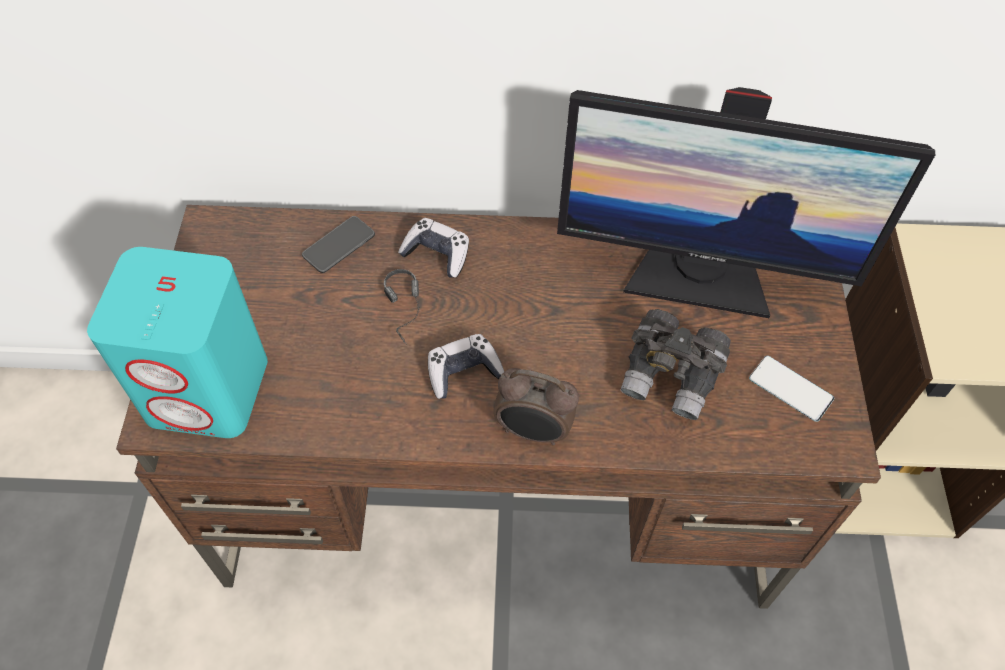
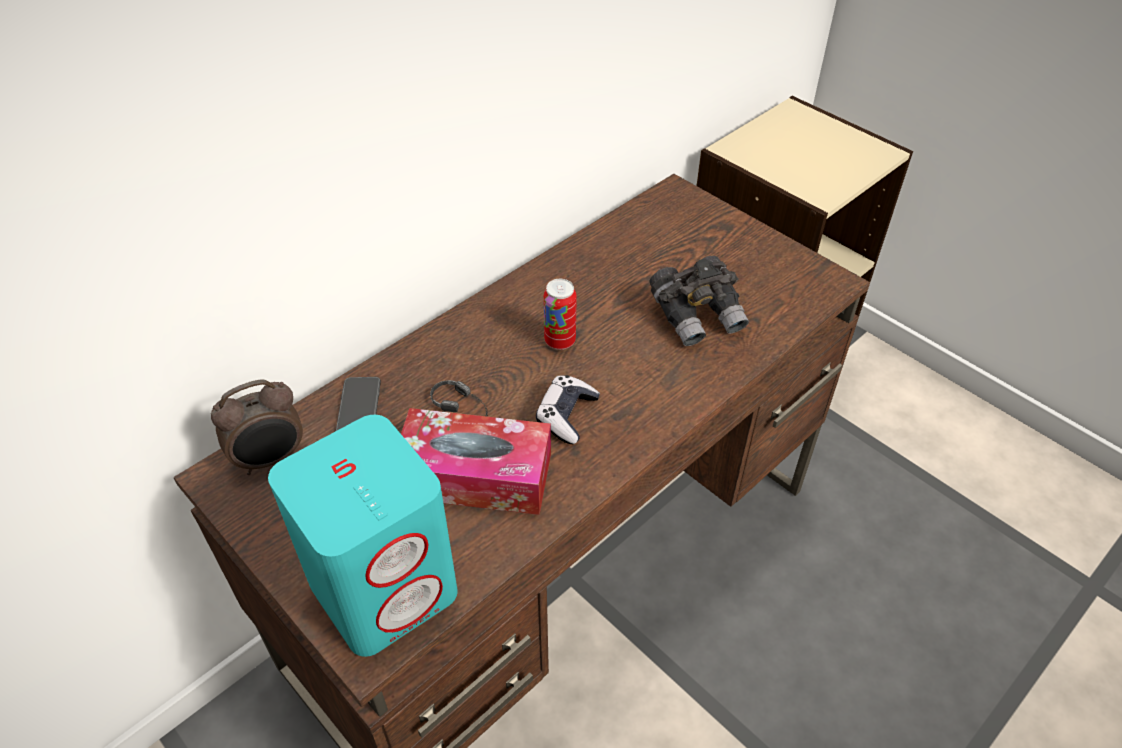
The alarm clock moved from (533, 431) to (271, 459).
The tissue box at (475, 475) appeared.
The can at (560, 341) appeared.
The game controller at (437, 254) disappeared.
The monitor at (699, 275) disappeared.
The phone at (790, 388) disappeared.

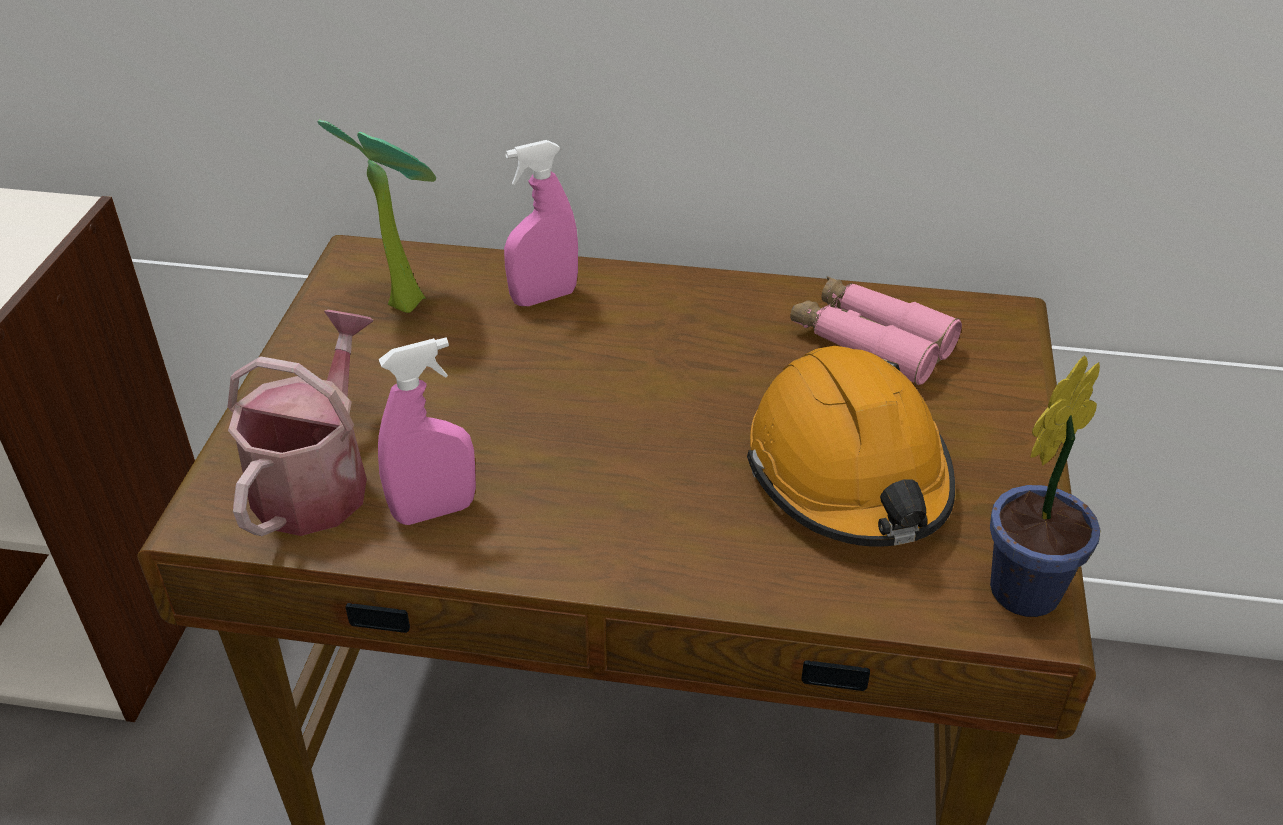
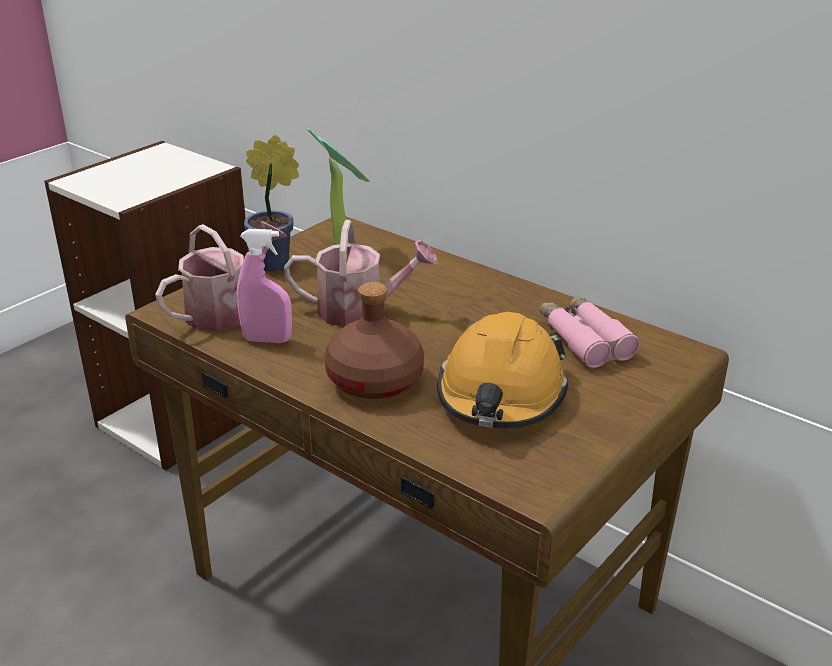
The potted plant moved from (1030, 586) to (277, 263).
The watering can at (360, 311) appeared.
The bottle (brown) at (375, 379) appeared.
The spray bottle (pink) at (544, 297) disappeared.

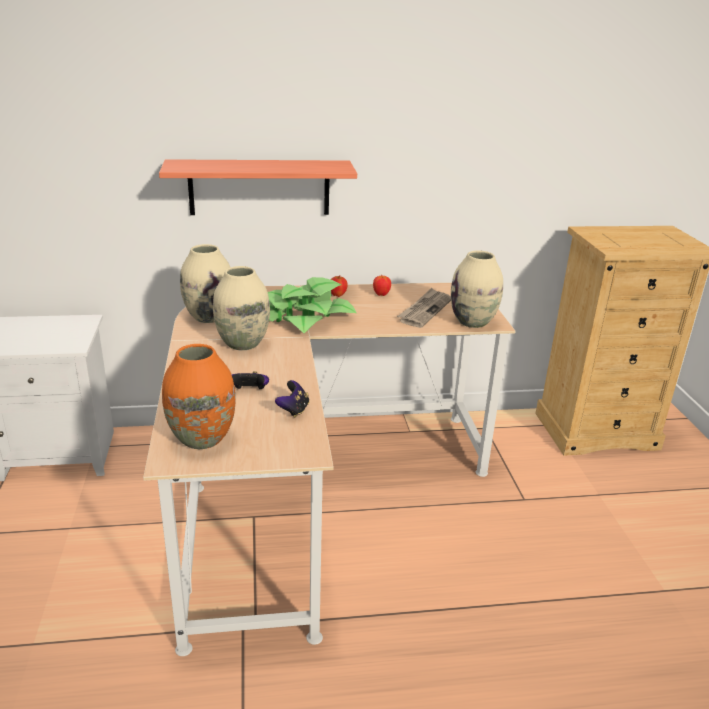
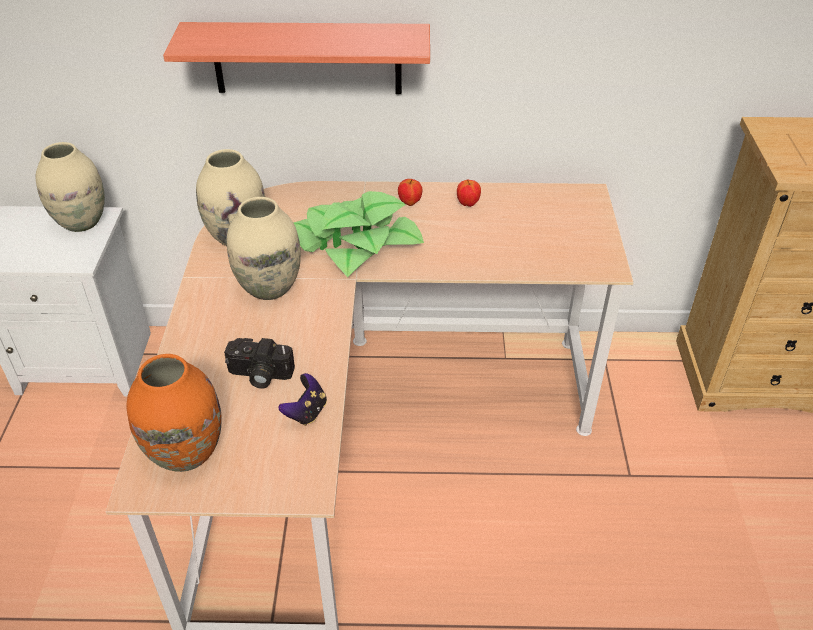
The vase (beige) moved from (473, 322) to (82, 222).
The game controller at (249, 391) was replaced by the photo camera at (259, 375).
The newspaper at (425, 310) disappeared.

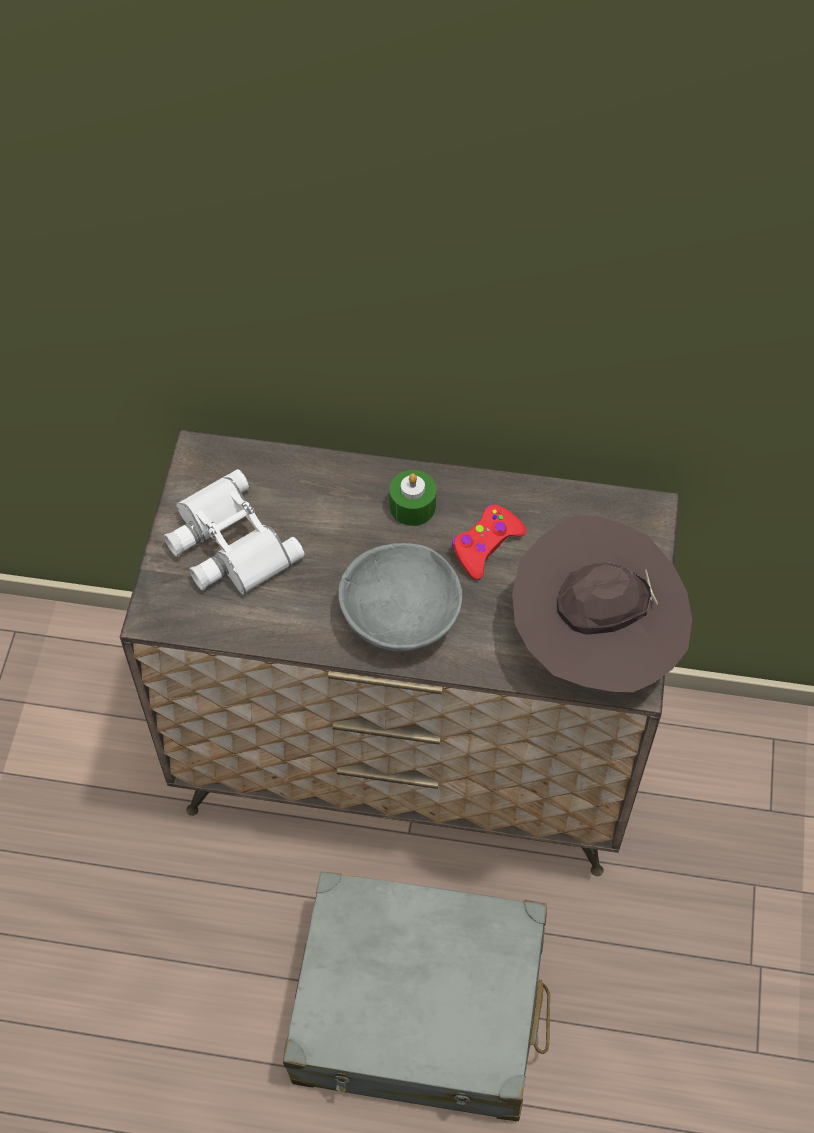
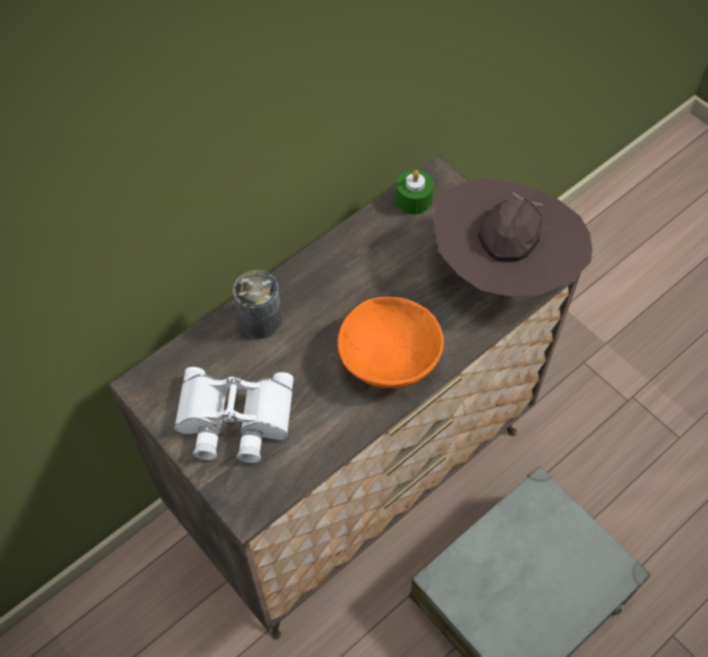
The can at (260, 320) appeared.
The bowl (grey) at (402, 617) became the bowl (orange) at (391, 358).
The candle (green) moved from (412, 506) to (413, 199).
The game controller (red) at (485, 545) disappeared.

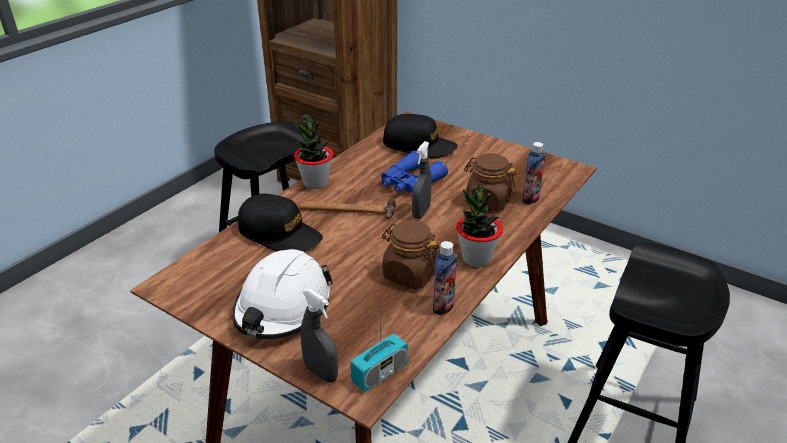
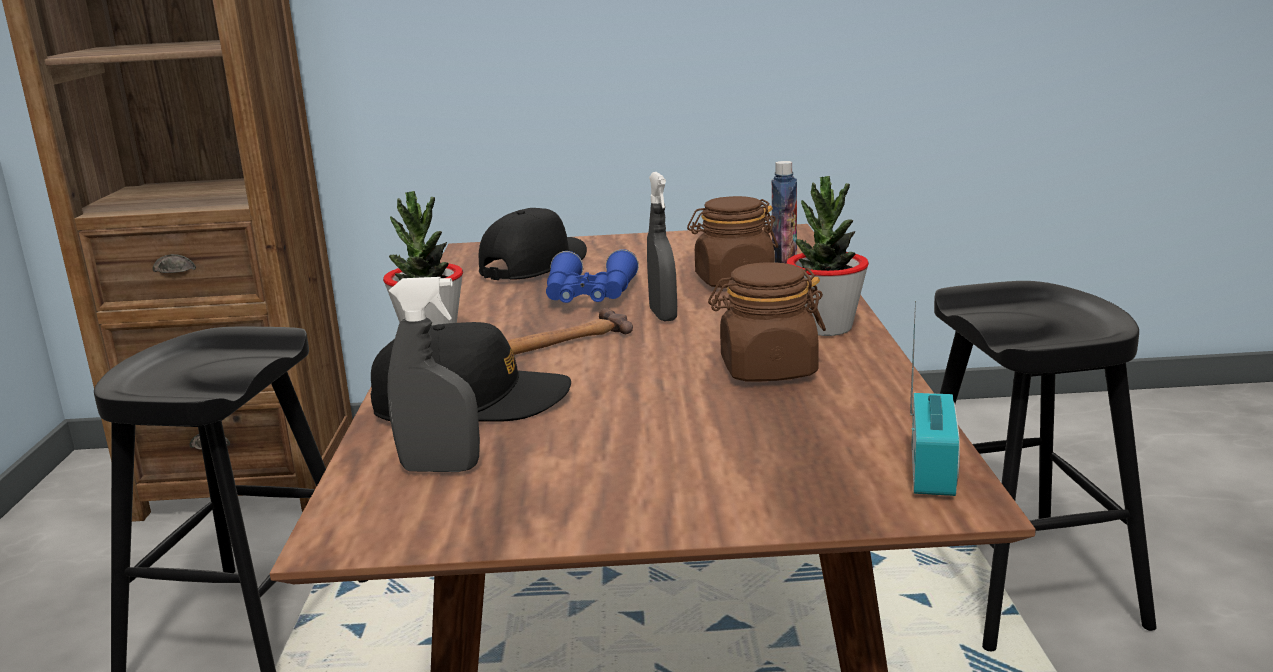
The spray bottle (grey) moved from (321, 372) to (440, 469).
The cap (black) at (419, 146) turned 45 degrees counterclockwise.
The hard hat (white) at (283, 308) disappeared.
The bottle at (443, 306) disappeared.

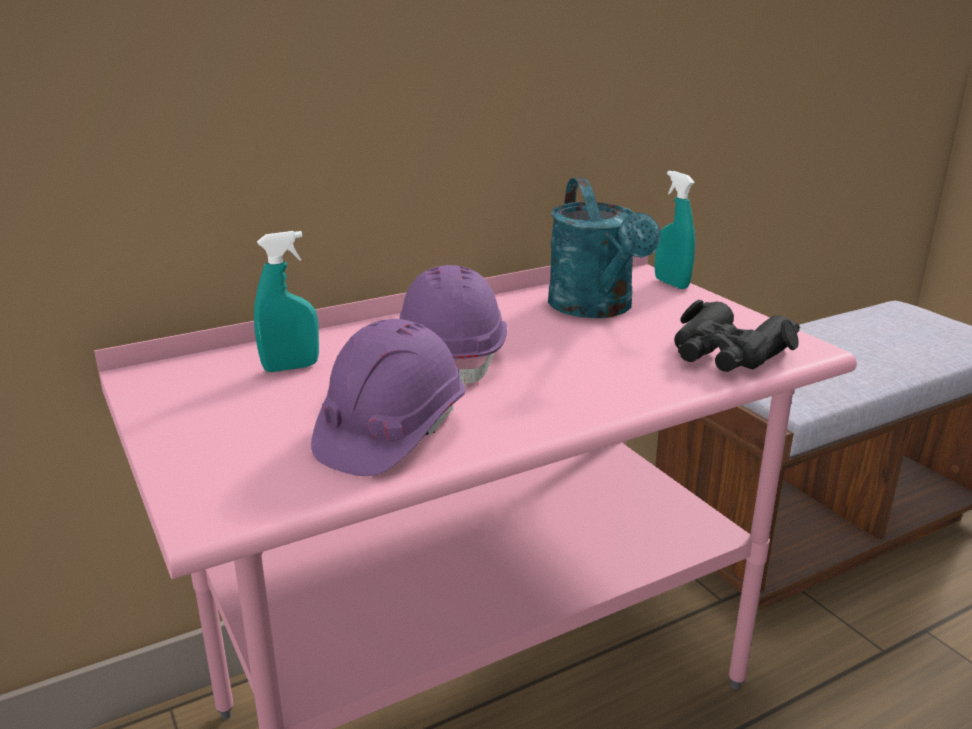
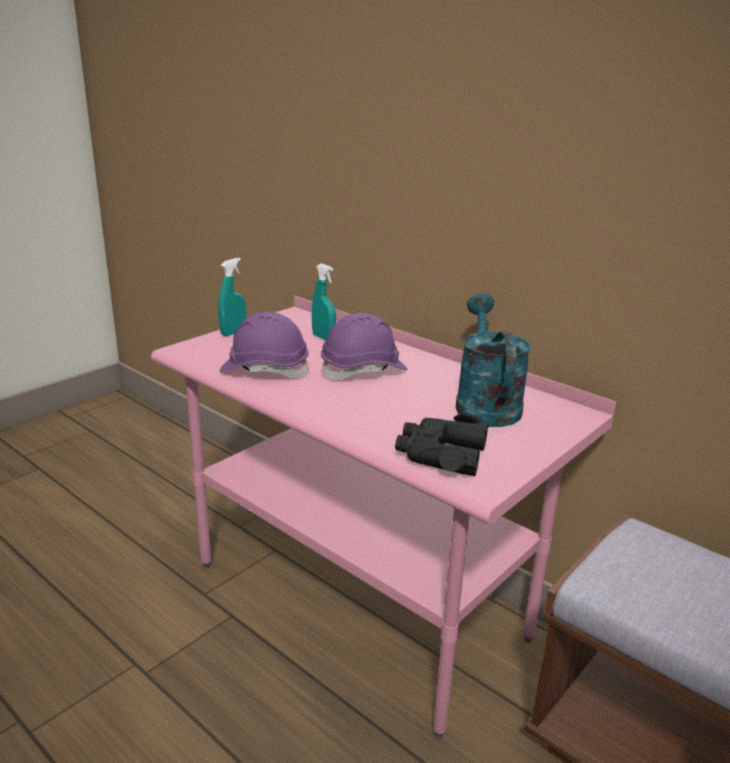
The spray bottle (turquoise) moved from (671, 283) to (233, 332).
The watering can (turquoise) at (596, 308) turned 120 degrees clockwise.

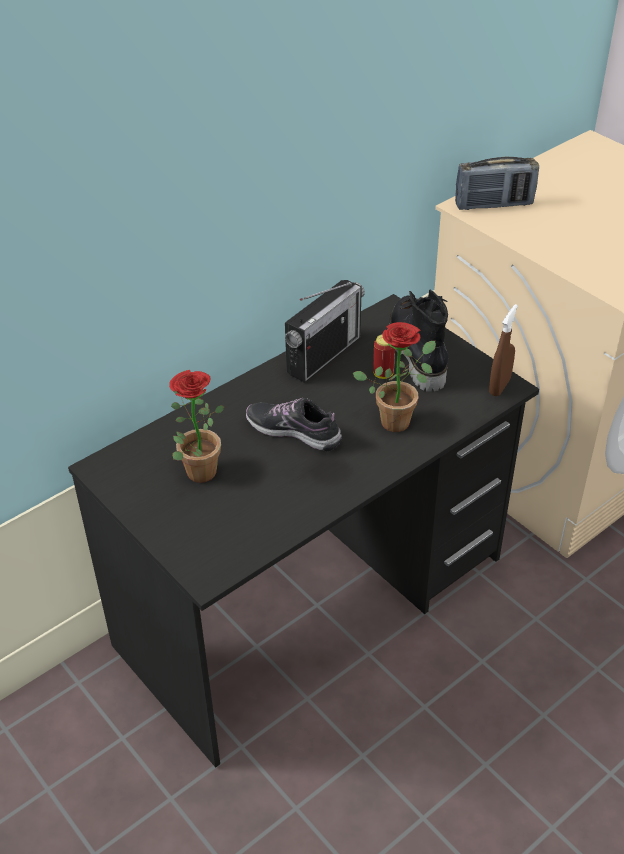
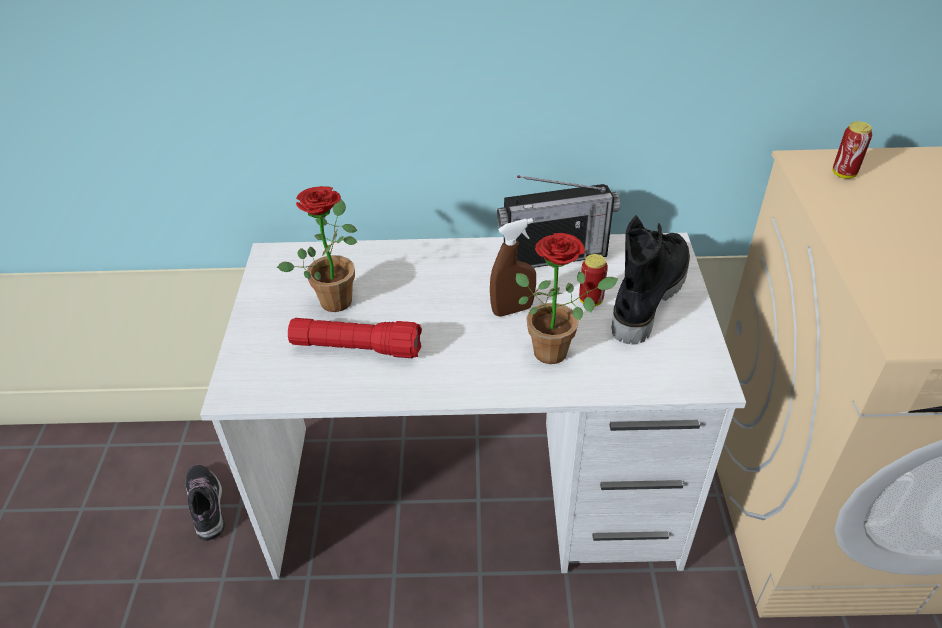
The shoe moved from (294, 431) to (206, 505).
The desk (black) at (313, 602) became the desk (white) at (477, 495).
The flashlight (red) at (356, 348) appeared.
The spray bottle (brown) moved from (499, 386) to (512, 309).
The radio at (494, 204) was replaced by the can at (843, 174).

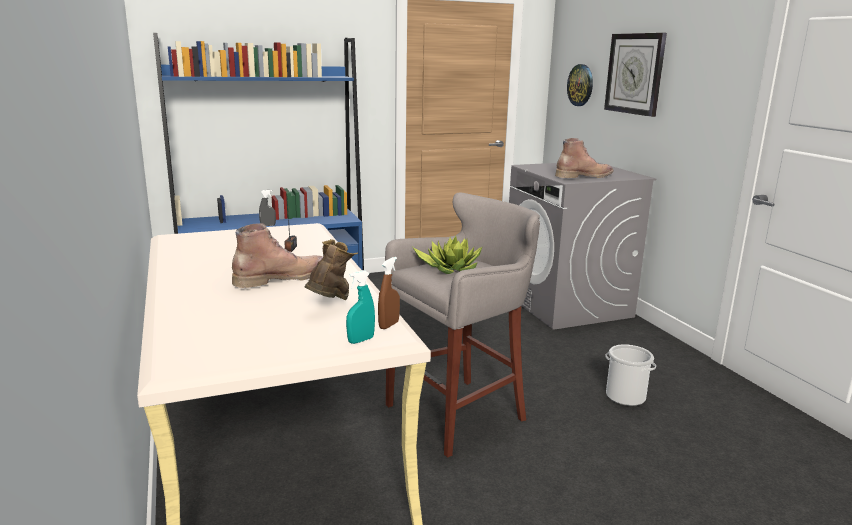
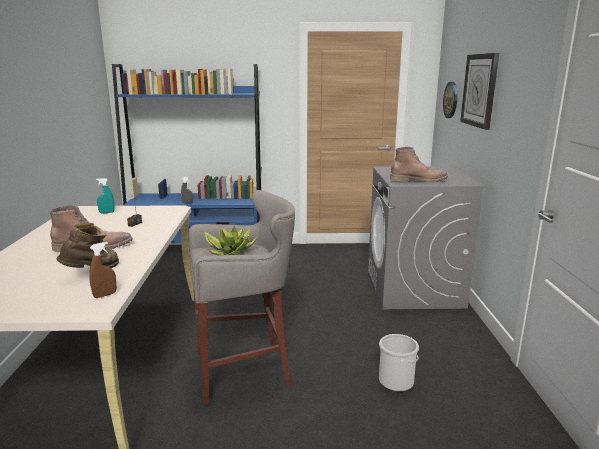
The spray bottle (turquoise) moved from (360, 340) to (107, 212).

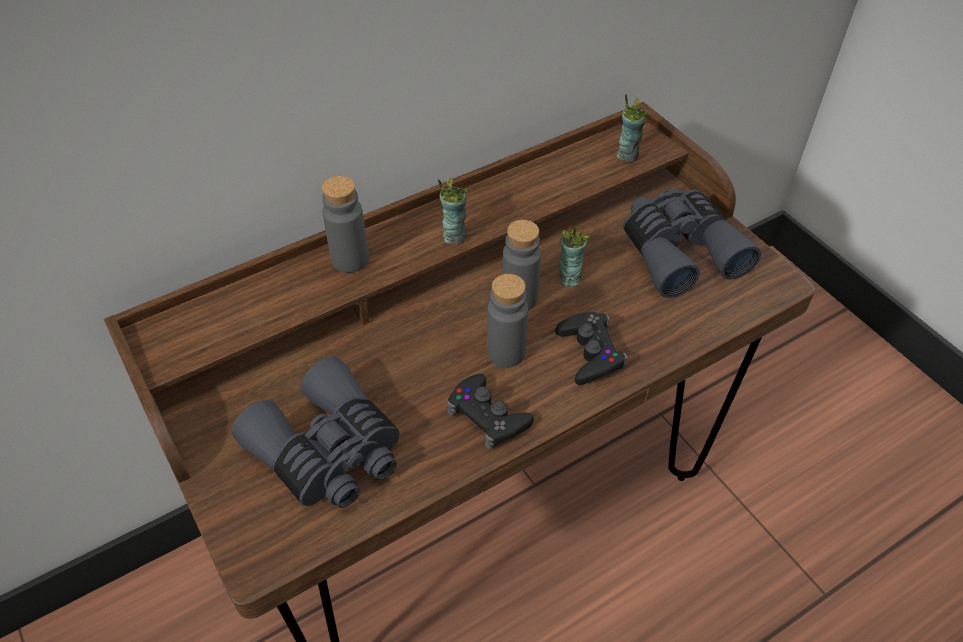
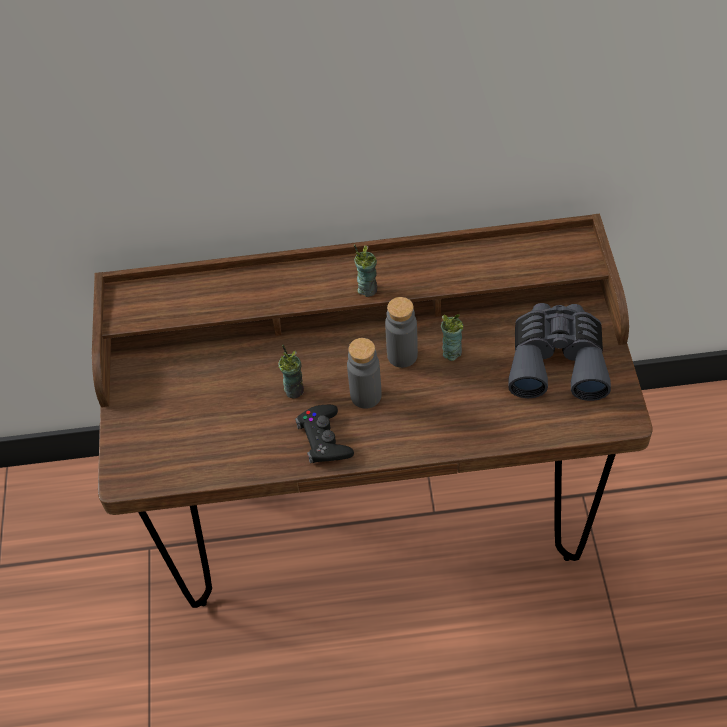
The cup moved from (627, 155) to (294, 389).
The binoculars (grey) at (329, 451) disappeared.
The bottle (grey) at (350, 259) disappeared.
The game controller (black) at (590, 352) disappeared.

